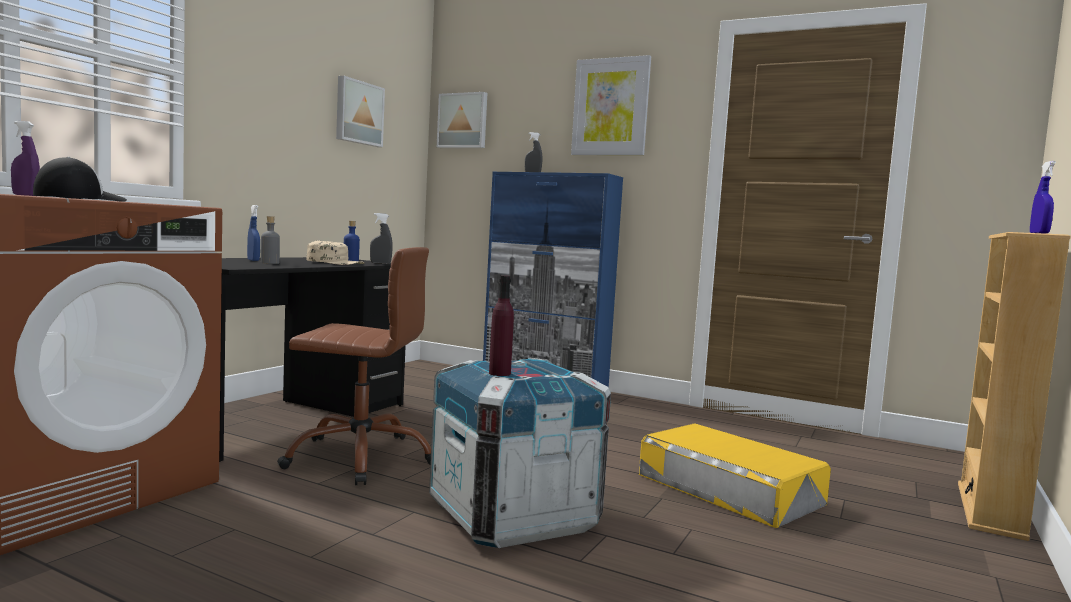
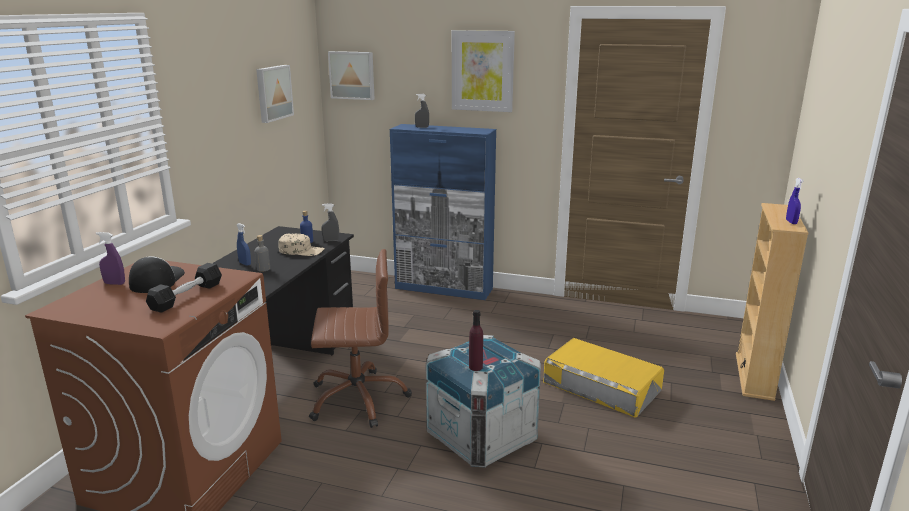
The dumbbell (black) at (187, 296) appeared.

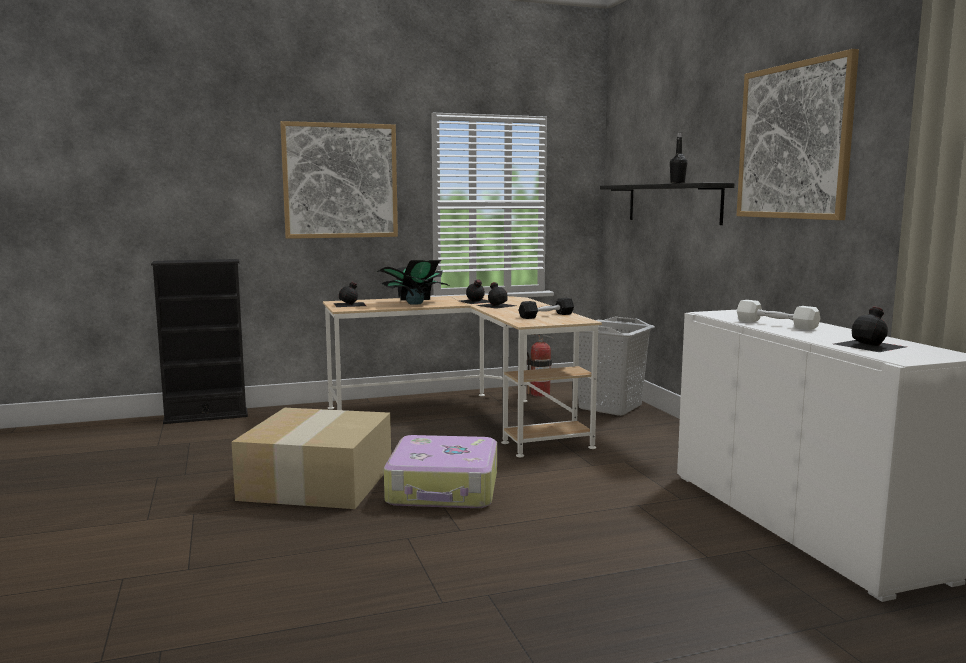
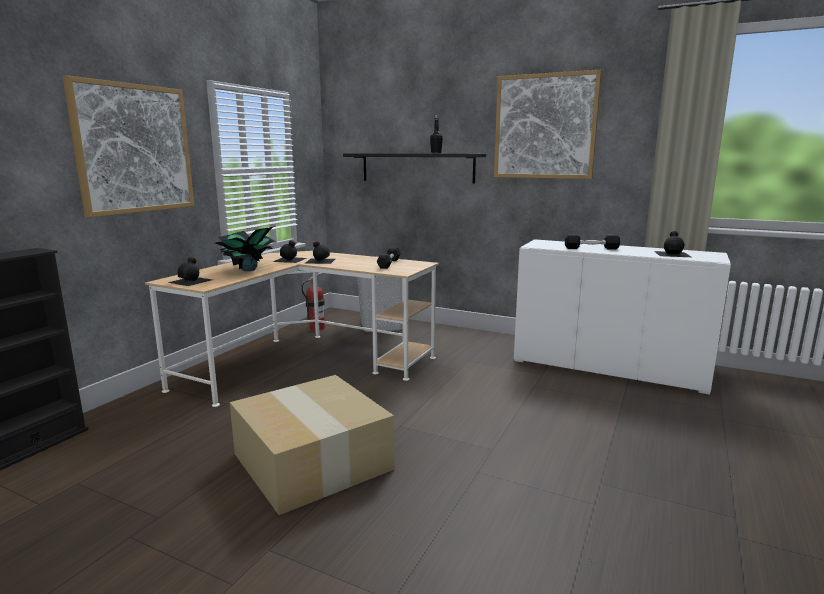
The dumbbell (white) at (776, 324) became the dumbbell (black) at (591, 248).
The suitcase at (444, 489) disappeared.

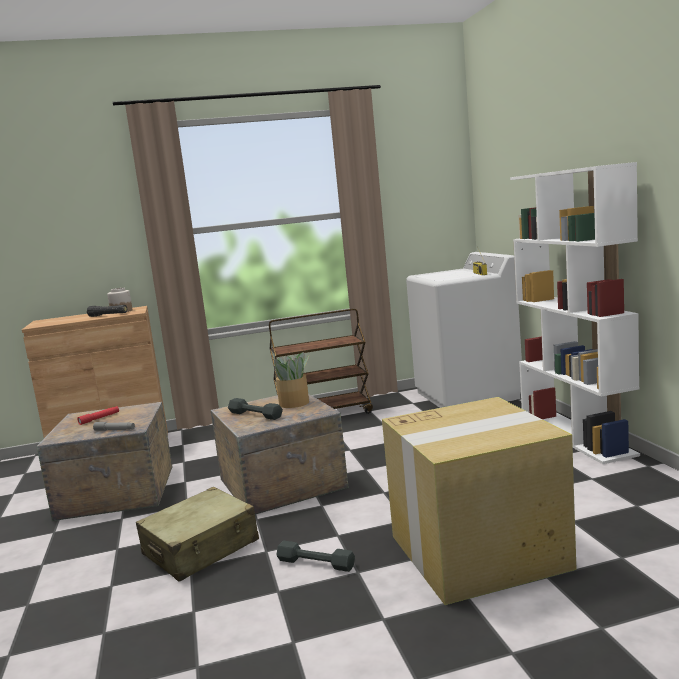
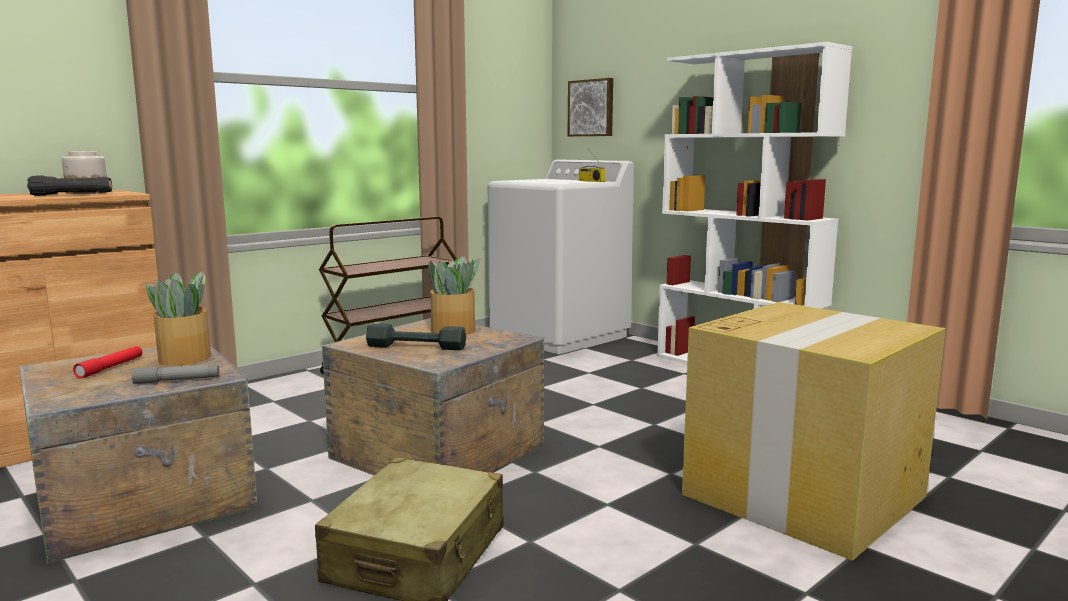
The potted plant at (186, 358) appeared.
The picture at (592, 108) appeared.
The dumbbell (grey) at (316, 563) disappeared.

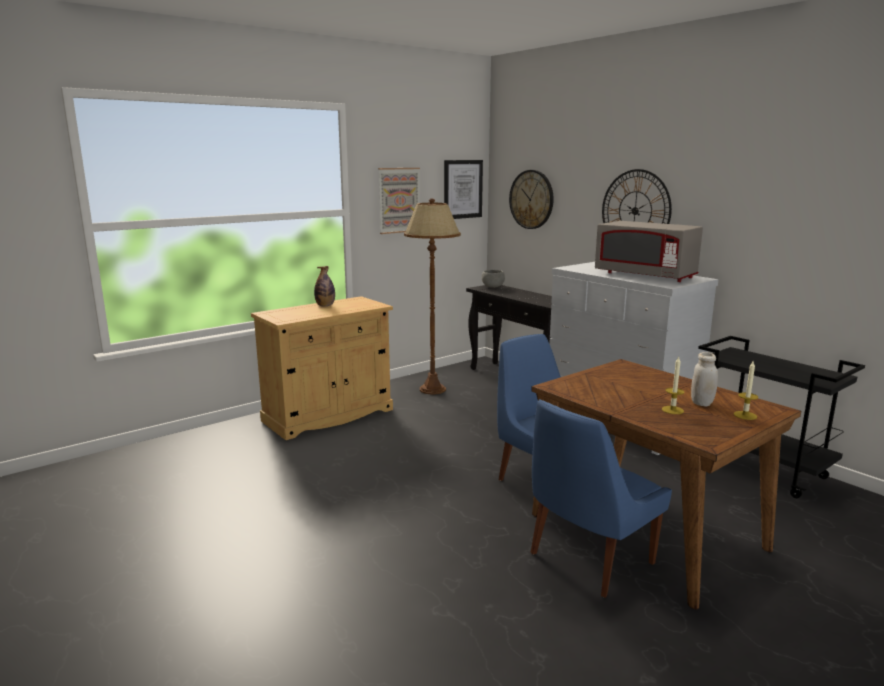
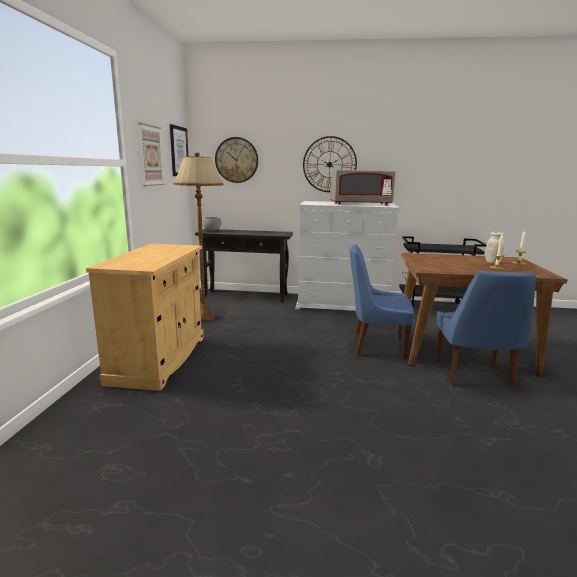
The bottle at (325, 306) disappeared.

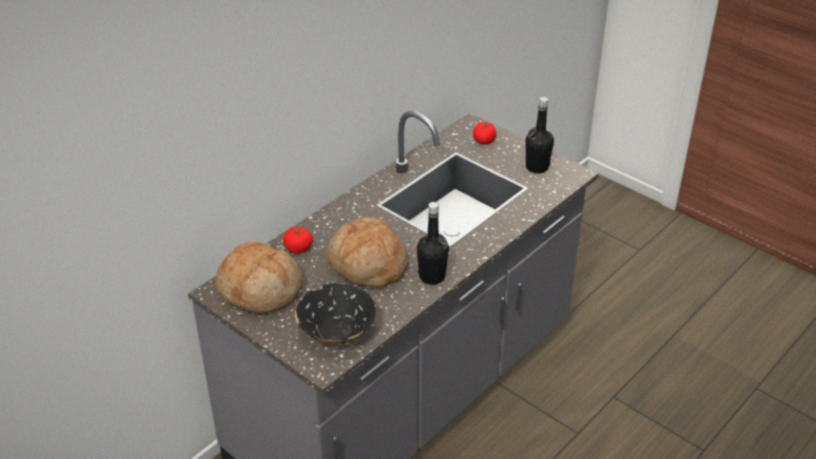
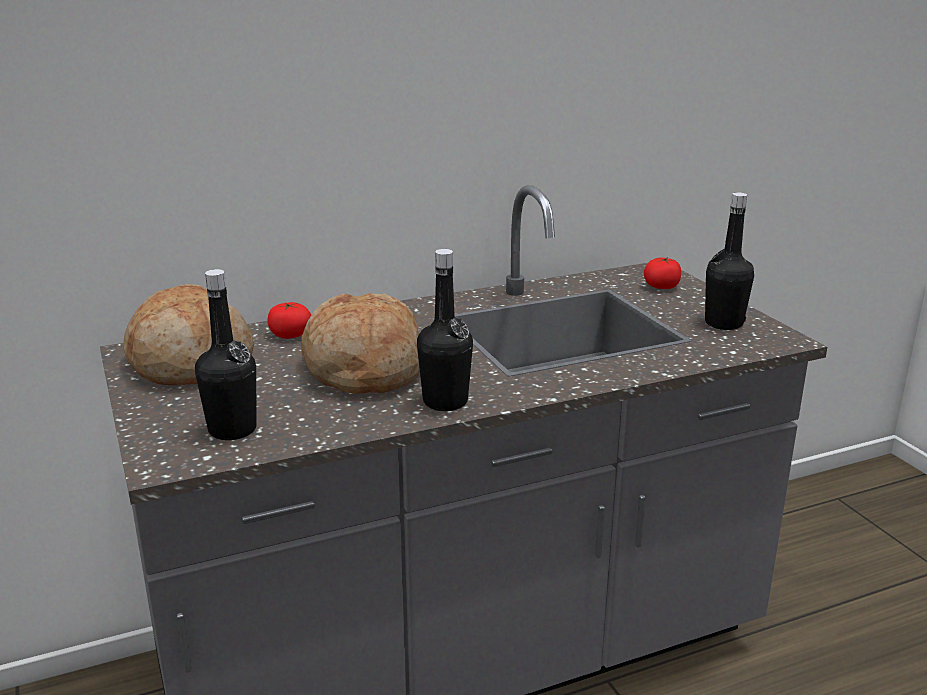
The bowl (black) at (337, 333) was replaced by the bottle (black) at (232, 430).

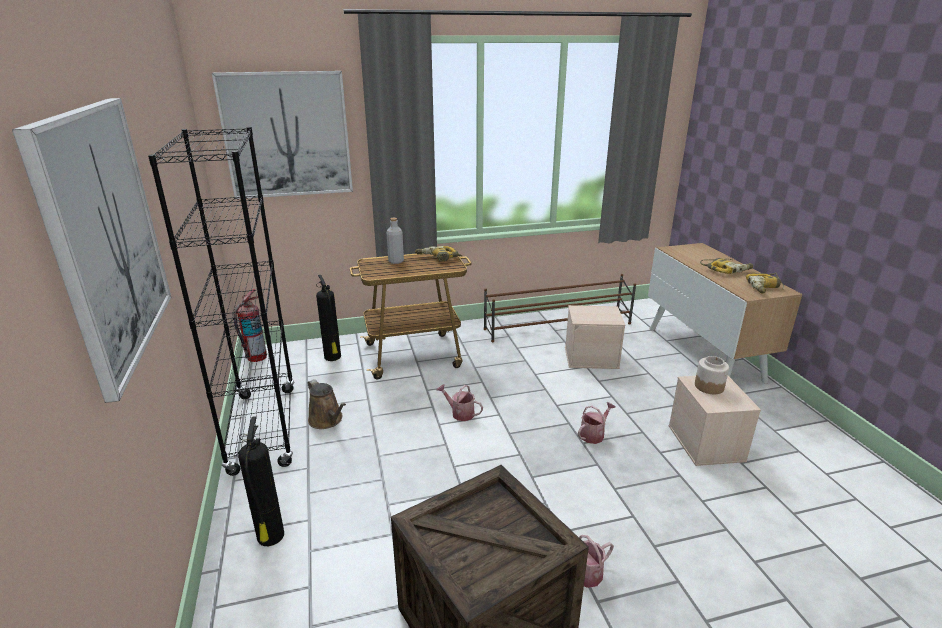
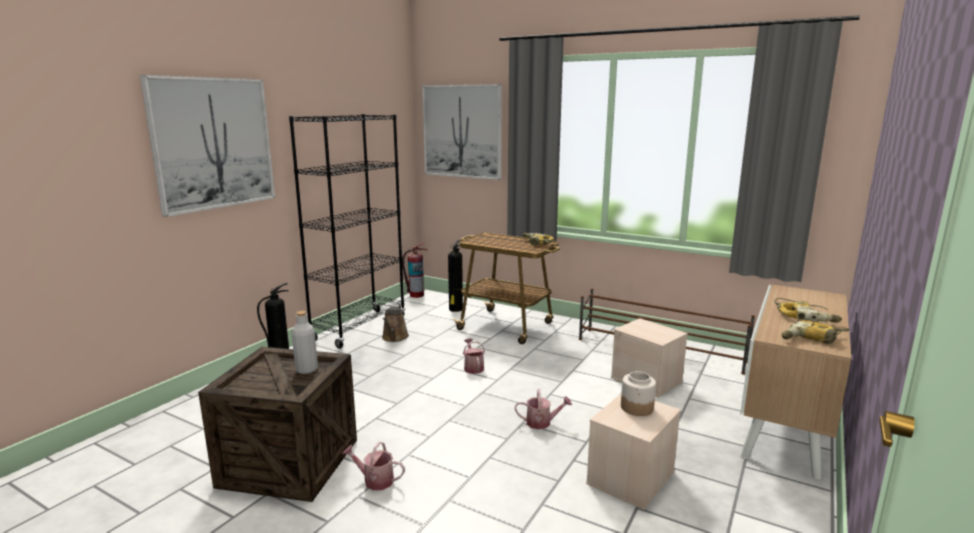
The bottle (grey) moved from (396, 261) to (306, 370).

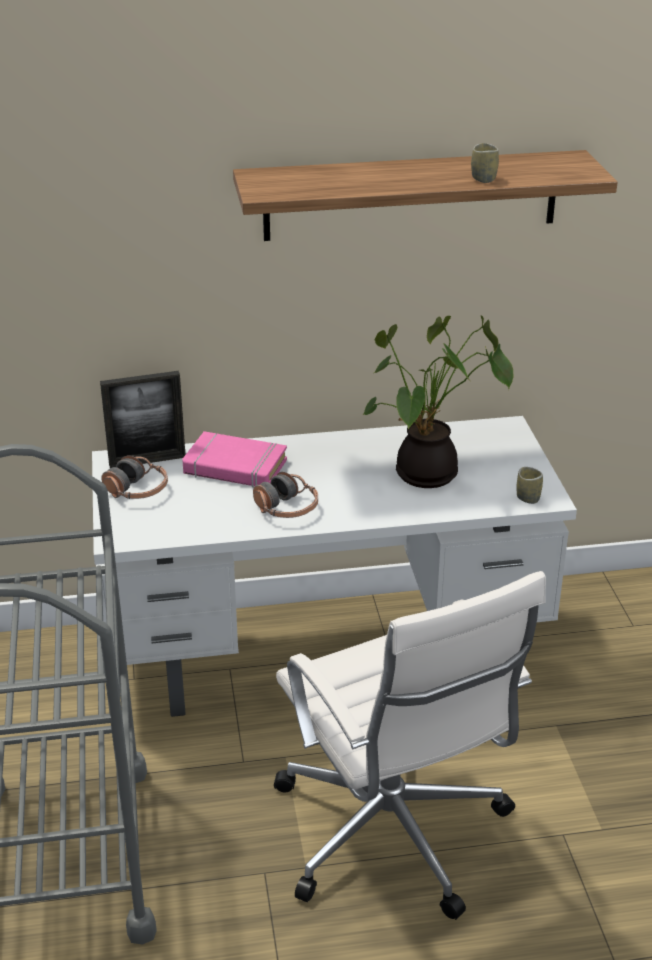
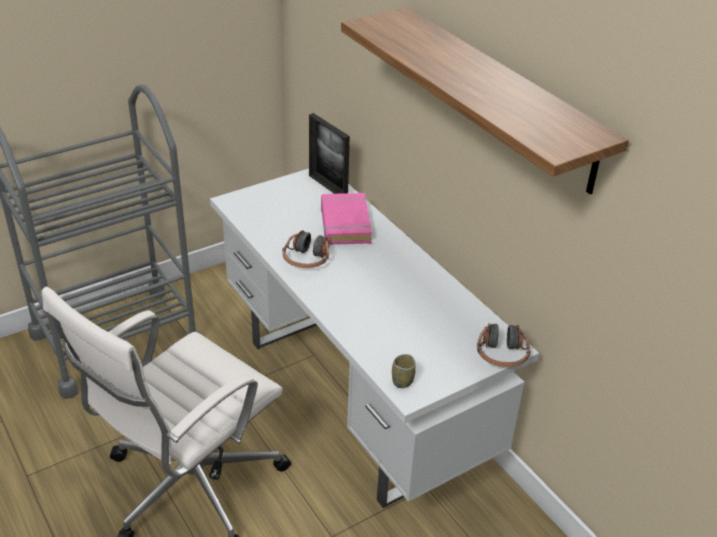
The headphones moved from (137, 491) to (501, 354).
The potted plant at (427, 477) disappeared.
The cup at (483, 179) disappeared.

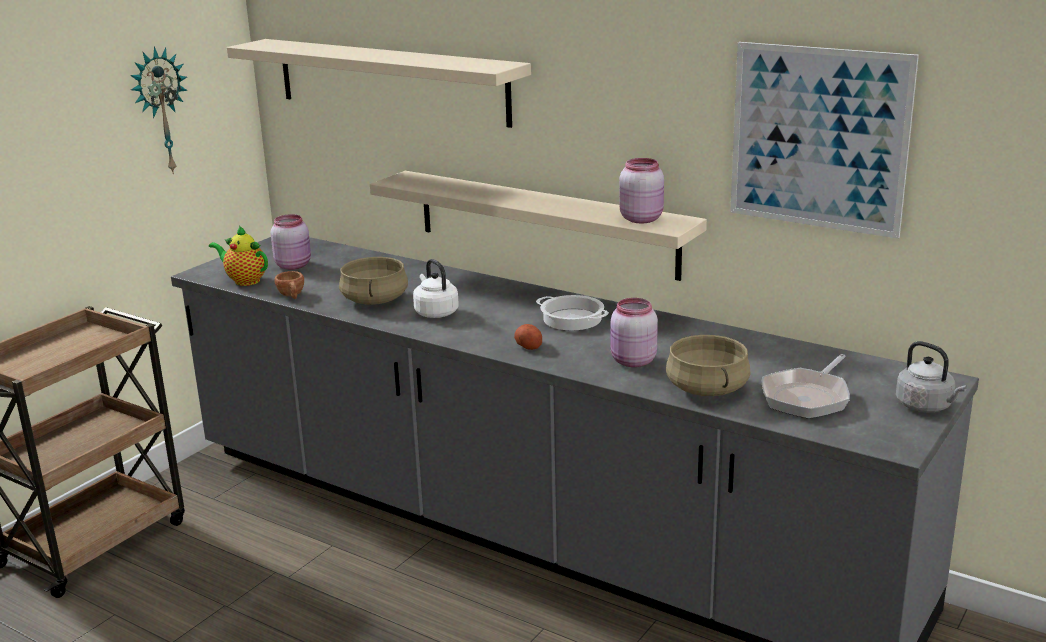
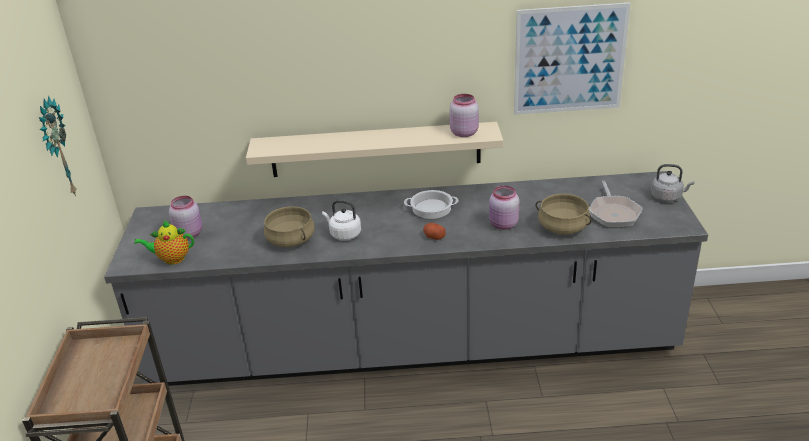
The shelf (beige) at (390, 81) disappeared.
The cup (brown) at (292, 296) disappeared.

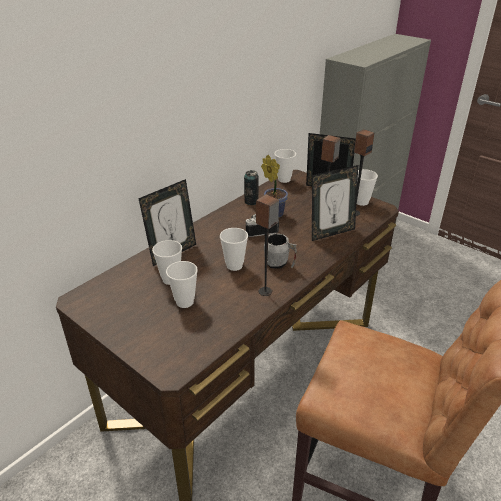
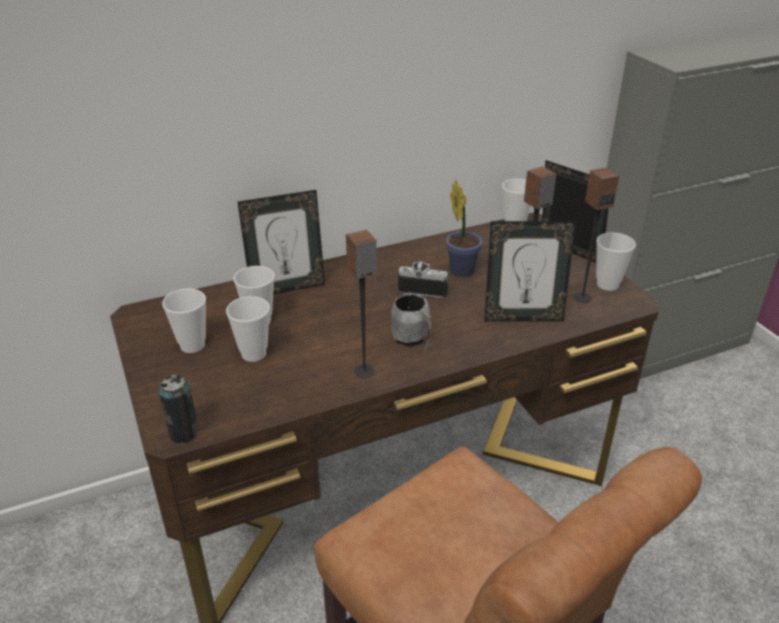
The can moved from (251, 201) to (184, 433).
The cup moved from (234, 265) to (192, 345).

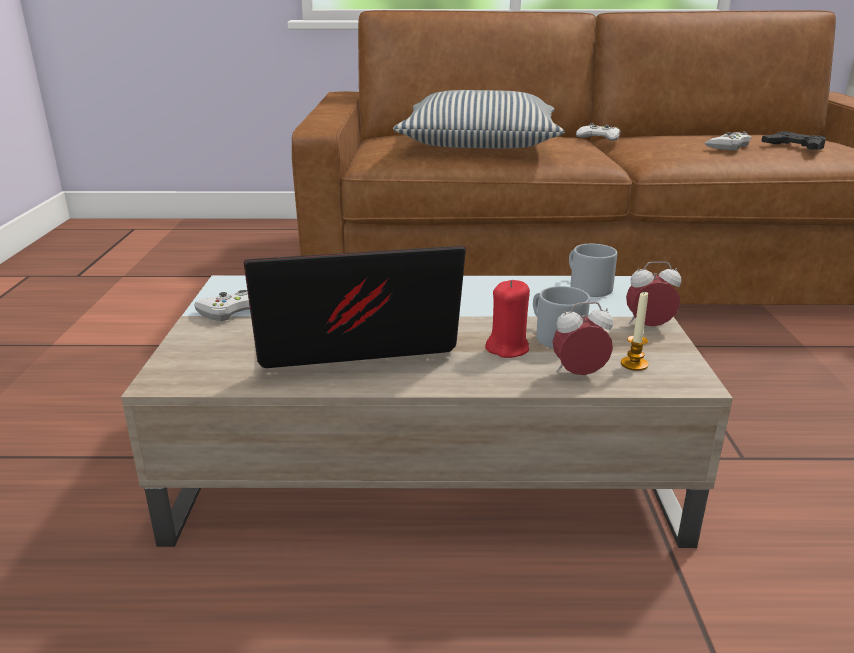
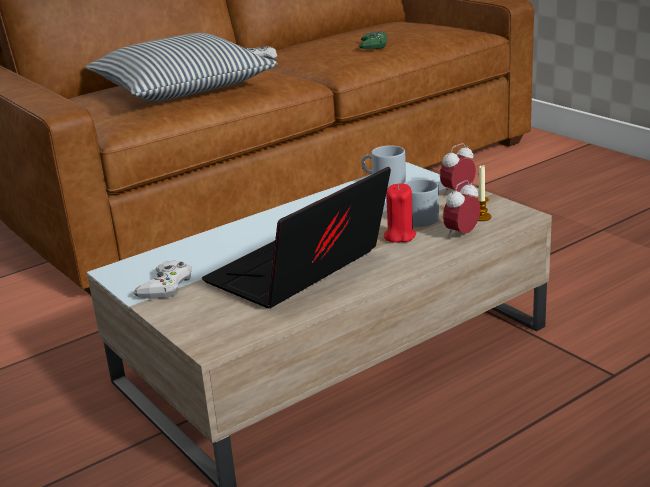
The game controller (white) at (728, 146) became the game controller (green) at (373, 45).
The game controller (black) at (794, 147) disappeared.

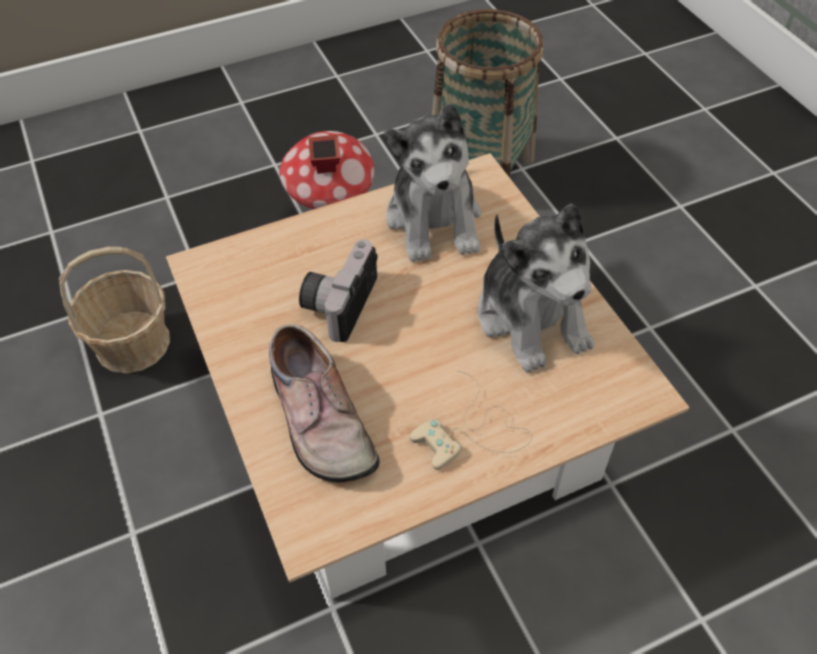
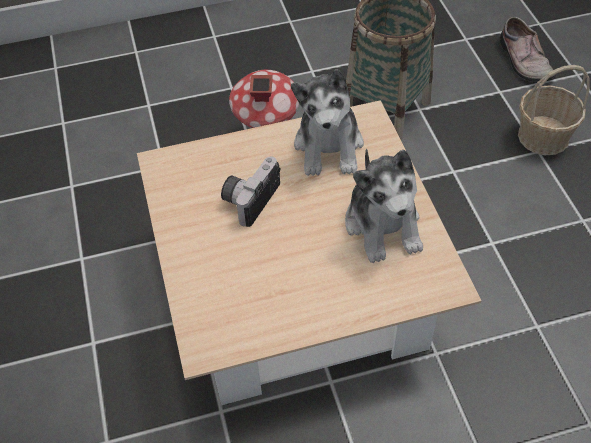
The shoe moved from (316, 419) to (522, 61).
The basket moved from (132, 343) to (542, 136).
The game controller (beige) at (472, 431) disappeared.

